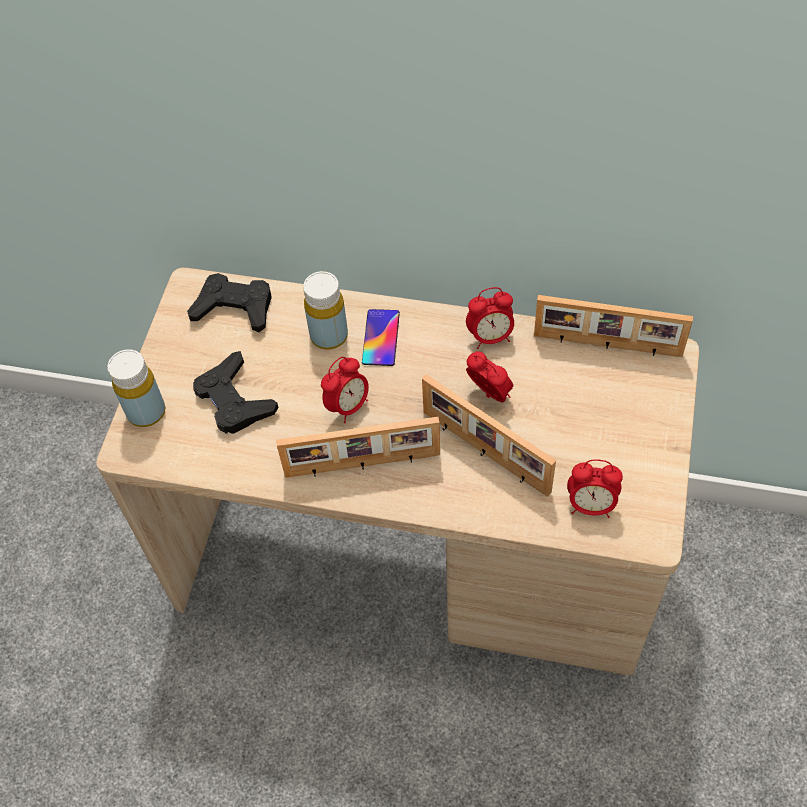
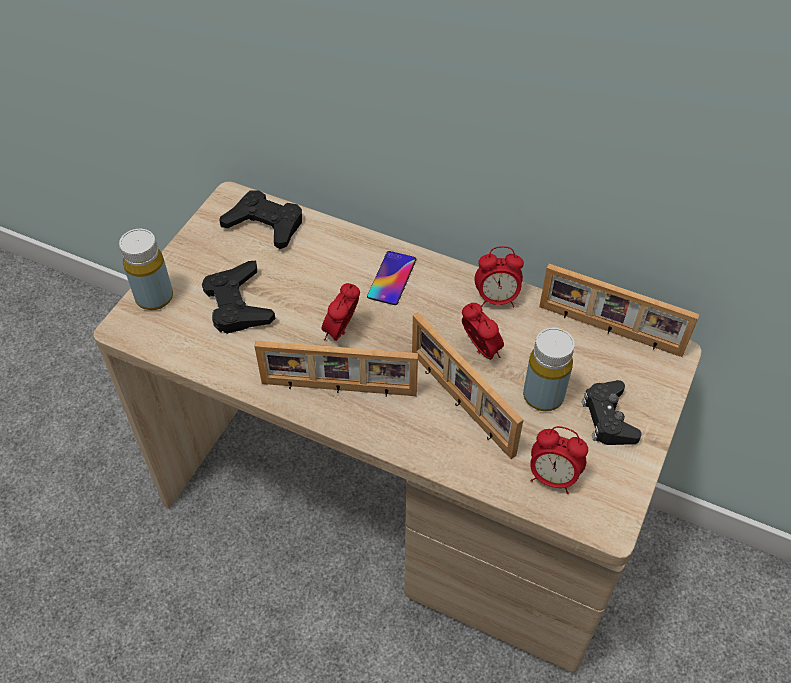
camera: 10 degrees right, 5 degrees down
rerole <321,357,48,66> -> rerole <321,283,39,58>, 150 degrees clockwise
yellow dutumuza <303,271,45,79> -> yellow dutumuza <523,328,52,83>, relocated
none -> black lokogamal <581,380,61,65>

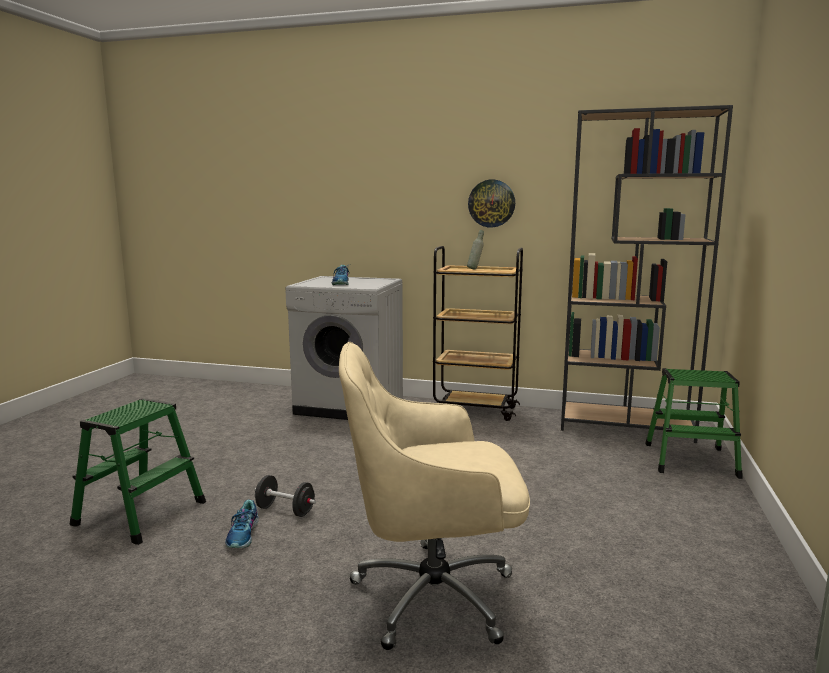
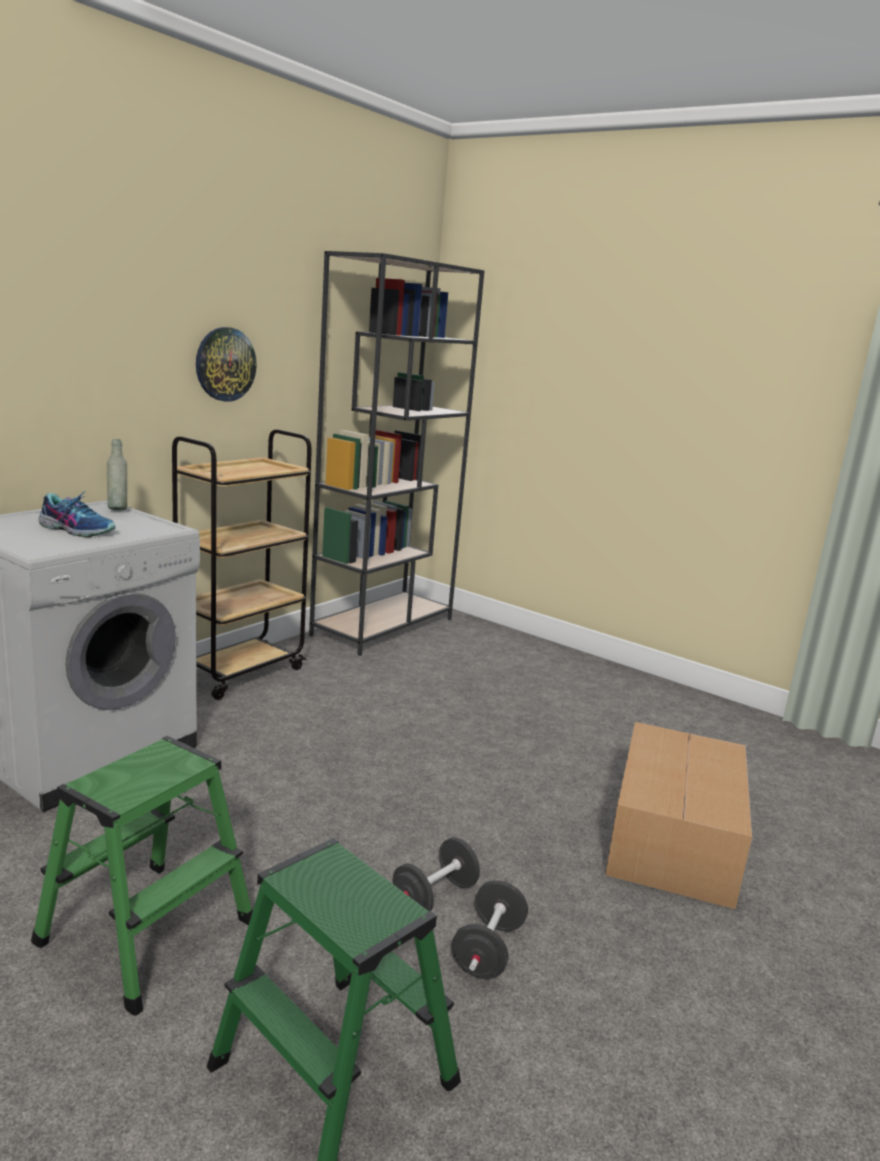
camera: 70 degrees left, 5 degrees up
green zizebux <645,368,98,111> -> green zizebux <31,736,222,280>, relocated
grey dutumuza <467,230,17,40> -> grey dutumuza <107,439,20,71>, relocated
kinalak <225,500,34,48> -> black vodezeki <451,880,77,99>
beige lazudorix <339,342,191,308> -> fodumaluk <605,722,147,187>

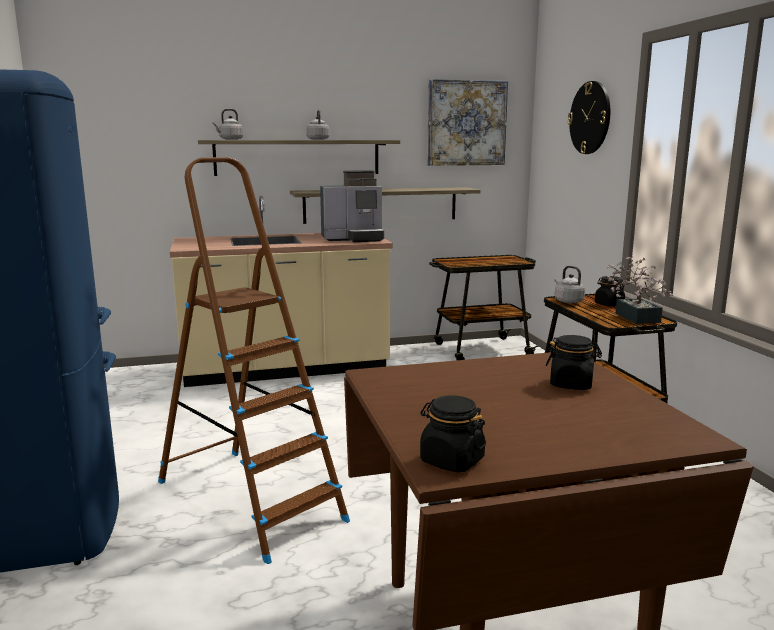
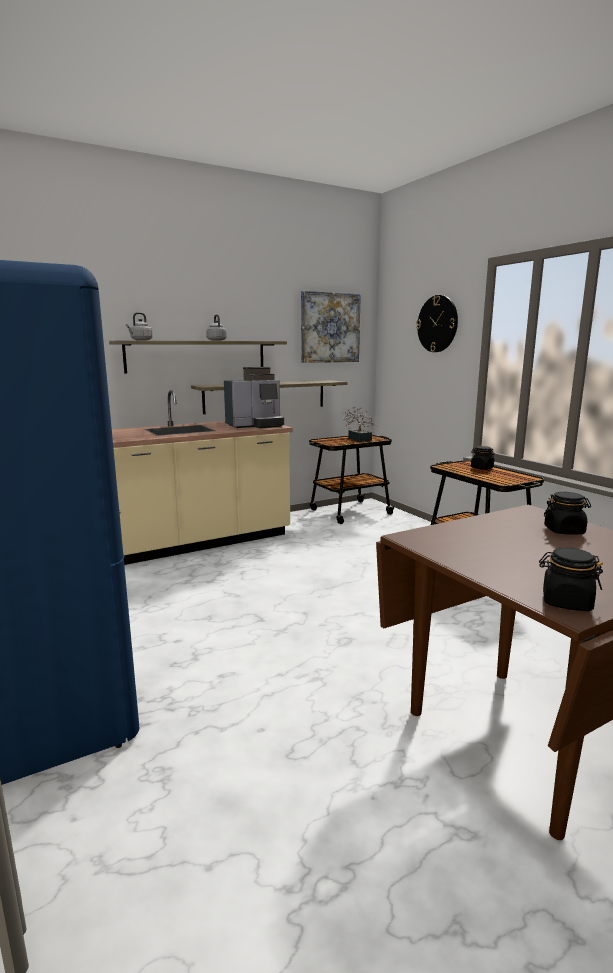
camera: 15 degrees left, 0 degrees up
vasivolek <607,256,66,68> -> vasivolek <343,406,34,36>, relocated
brown zizebux <158,157,192,407> -> none
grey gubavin <554,266,31,37> -> none

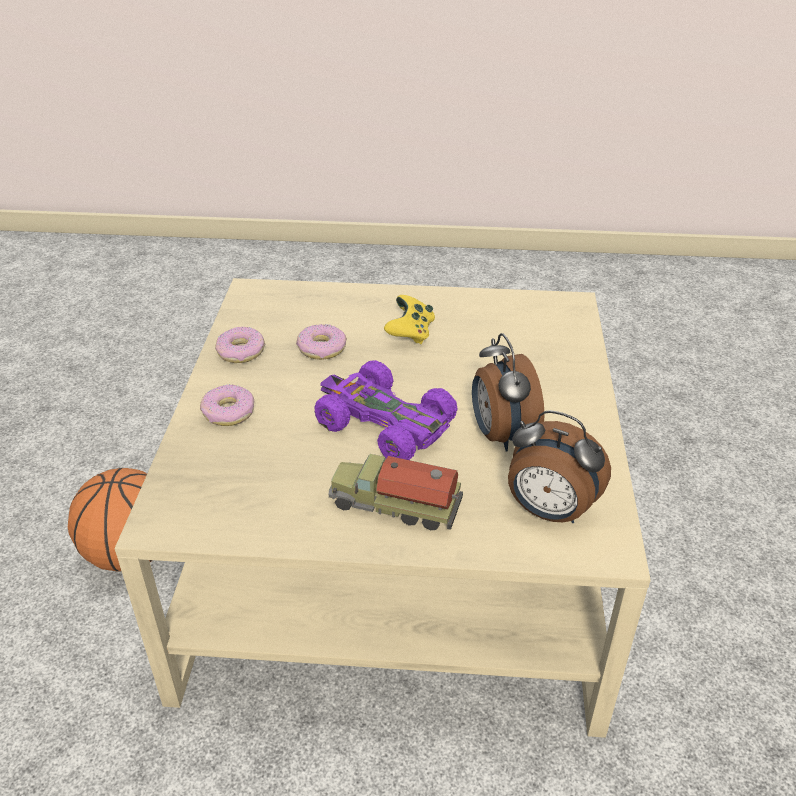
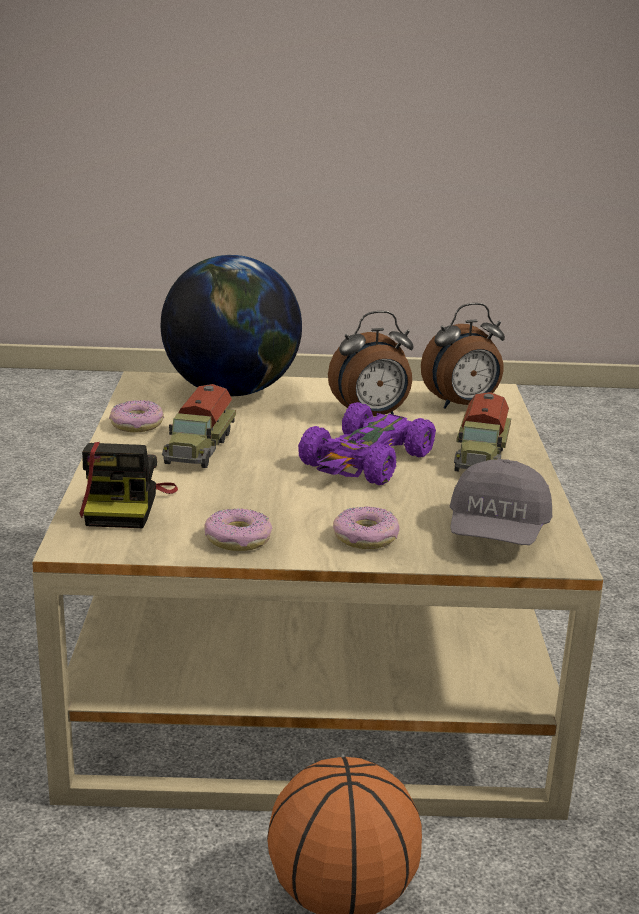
camera: 95 degrees left, 15 degrees down
none -> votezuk <79,442,99,86>
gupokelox <296,324,51,36> -> gupokelox <109,400,55,32>, relocated
none -> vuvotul <161,255,141,141>
yellow lokogamal <384,295,51,49> -> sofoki <162,384,74,84>
rerole <508,410,103,113> -> rerole <421,303,84,106>, 45 degrees clockwise
none -> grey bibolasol <450,459,103,86>

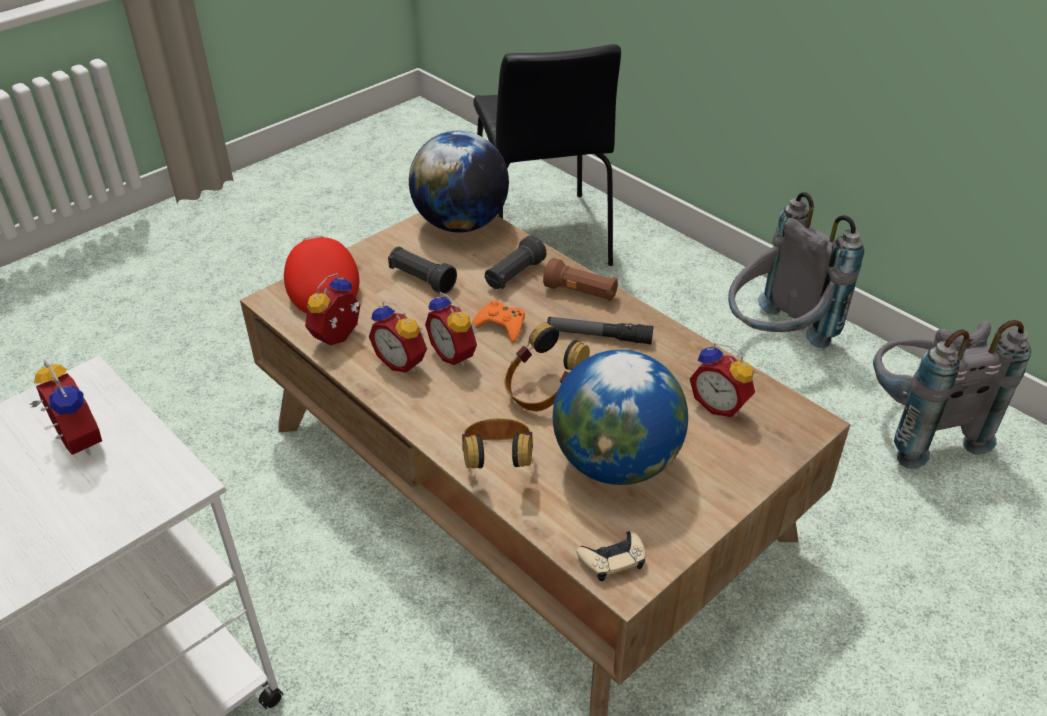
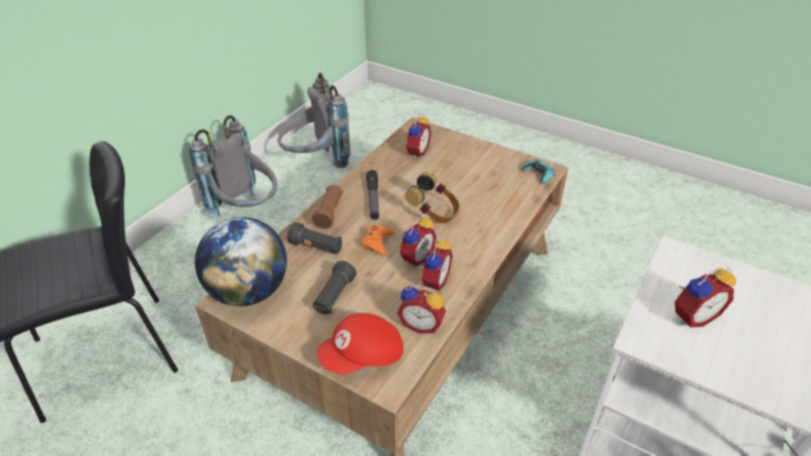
camera: 105 degrees left, 0 degrees up
beige lokogamal <577,531,68,50> -> turquoise lokogamal <522,159,33,25>
rerole <30,359,72,96> -> rerole <675,267,61,60>, 150 degrees counterclockwise
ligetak <462,418,71,50> -> none
vuvotul <553,350,135,135> -> none

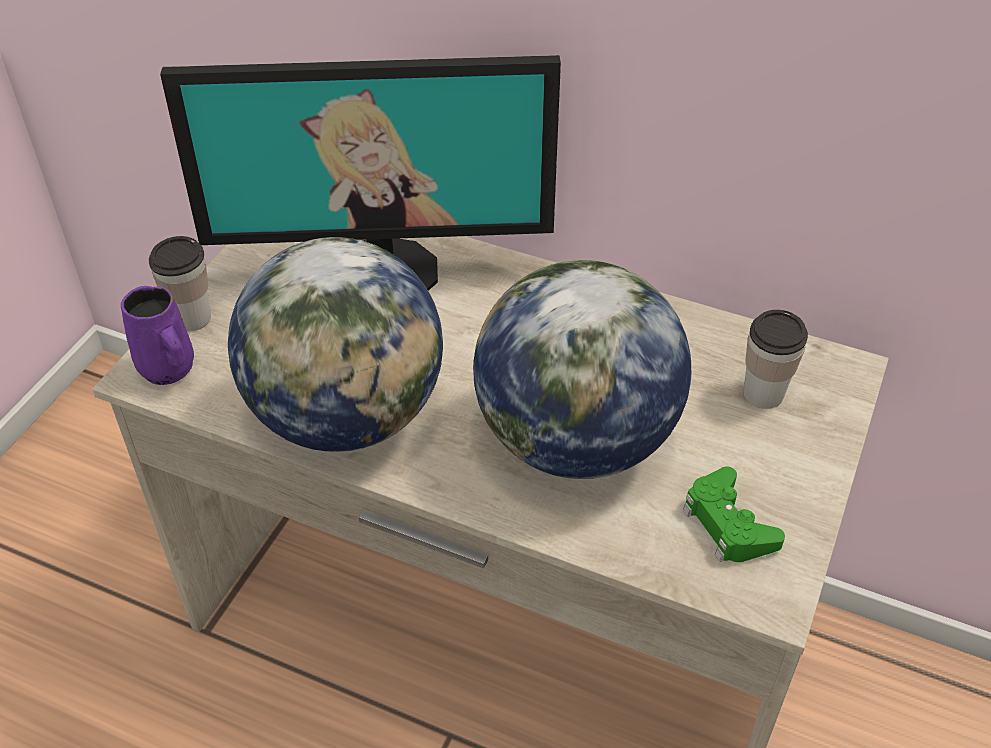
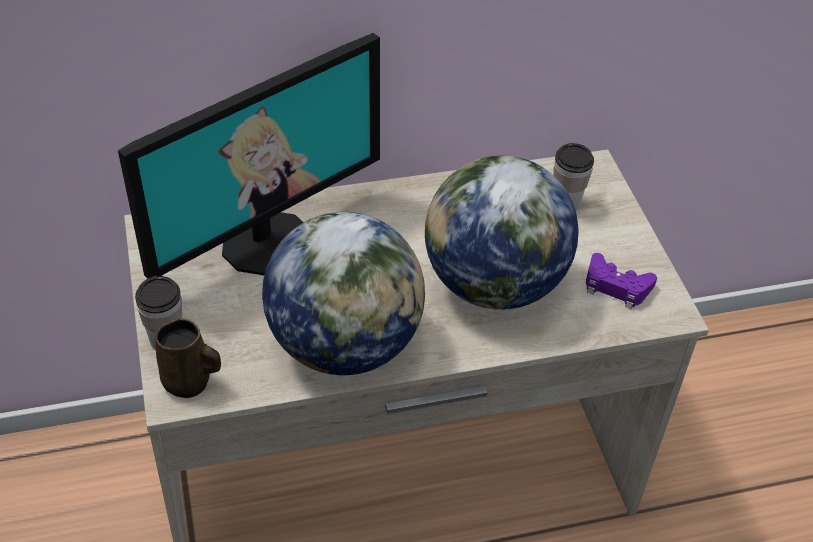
camera: 40 degrees left, 0 degrees up
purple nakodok <121,286,73,99> -> brown nakodok <155,318,66,80>
green lokogamal <683,466,102,96> -> purple lokogamal <586,253,71,56>

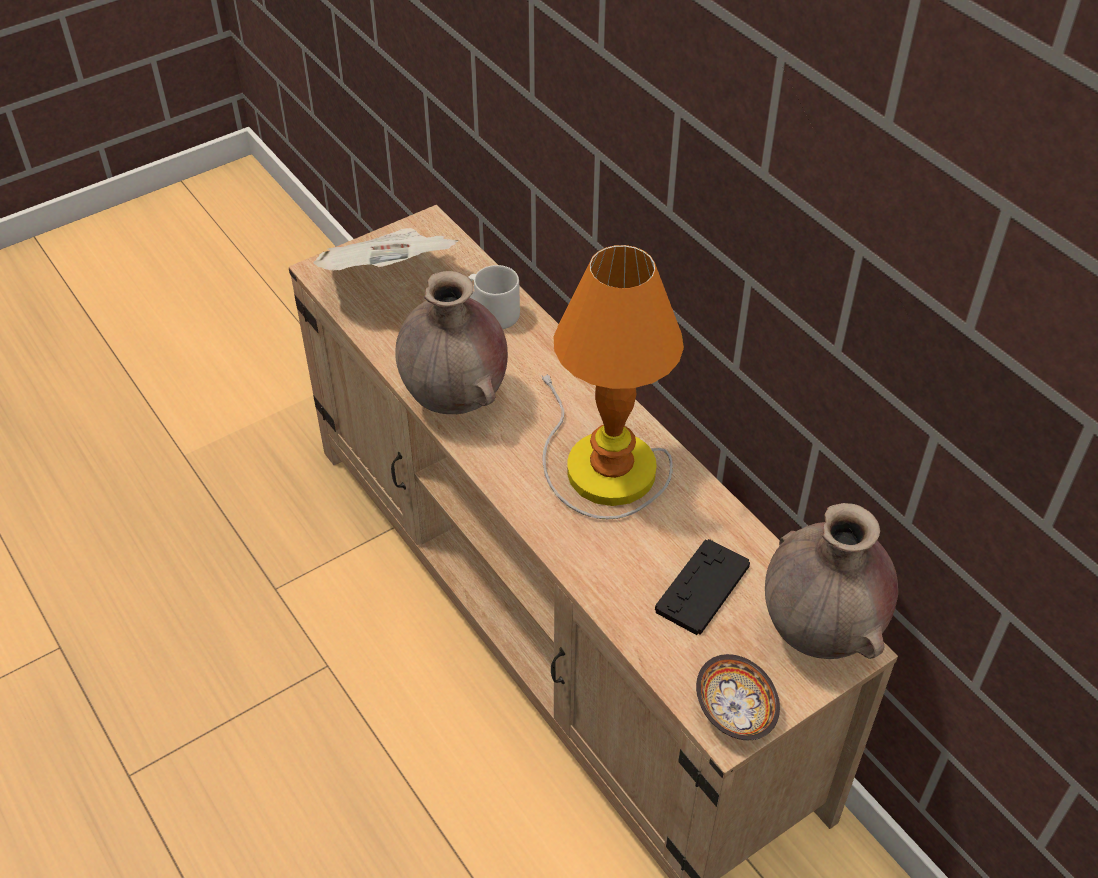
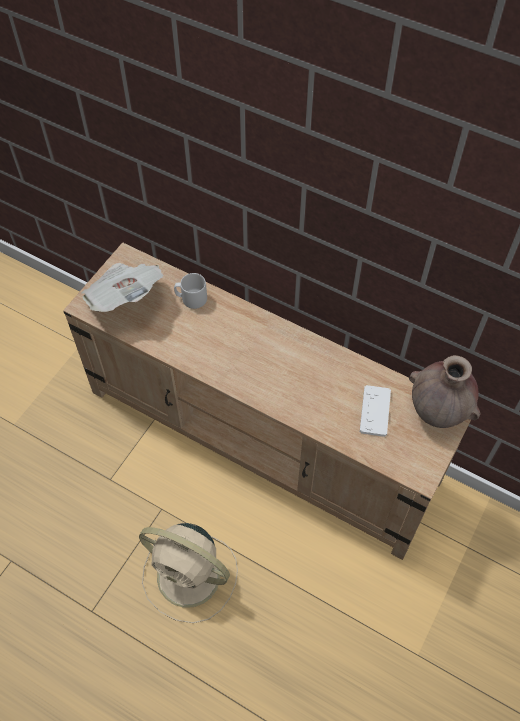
camera: 25 degrees left, 10 degrees up
none -> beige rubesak <139,523,99,100>
black lokogamal <655,539,95,96> -> white lokogamal <360,385,31,52>
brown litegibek <395,271,113,143> -> none
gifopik <542,245,142,274> -> none
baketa <696,654,84,86> -> none

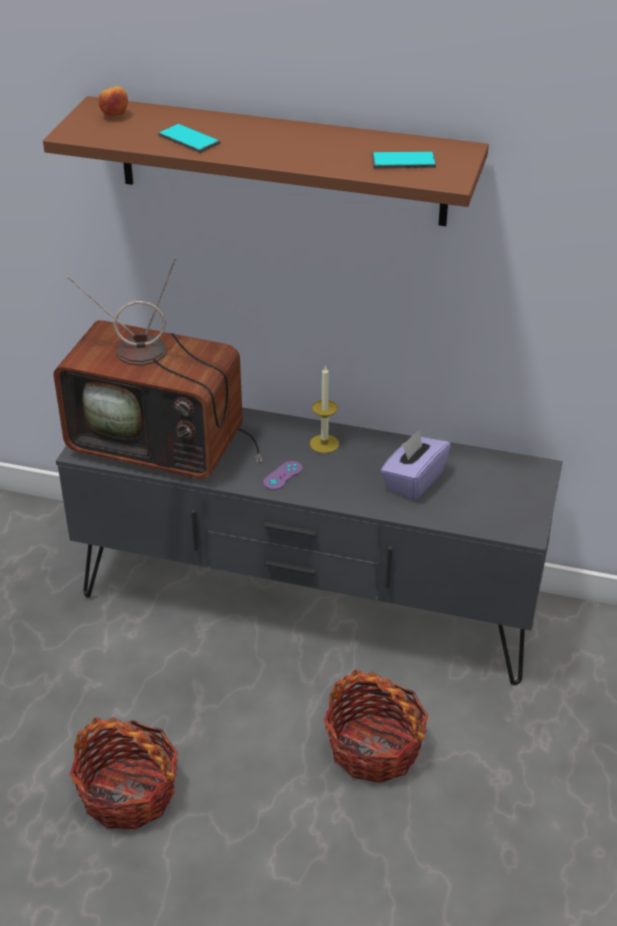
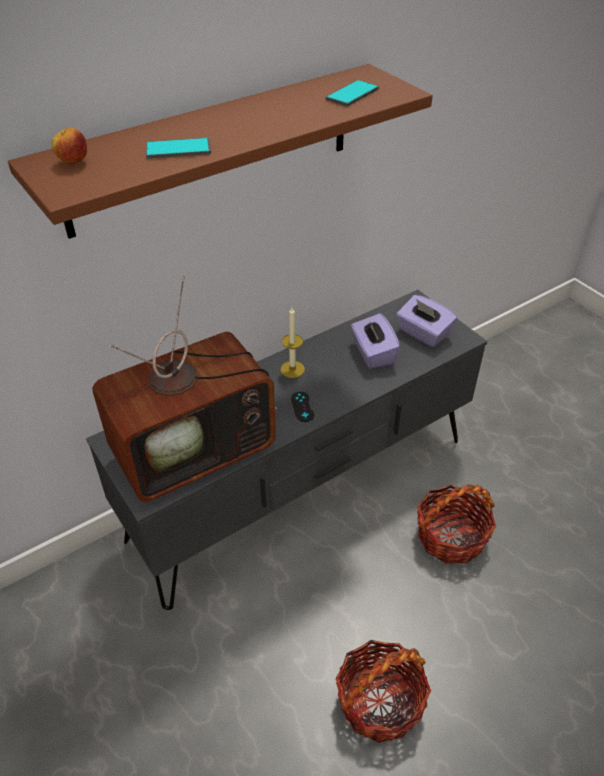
camera: 50 degrees left, 5 degrees up
purple lokogamal <263,461,40,29> -> black lokogamal <291,392,23,30>
none -> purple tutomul <396,295,61,52>

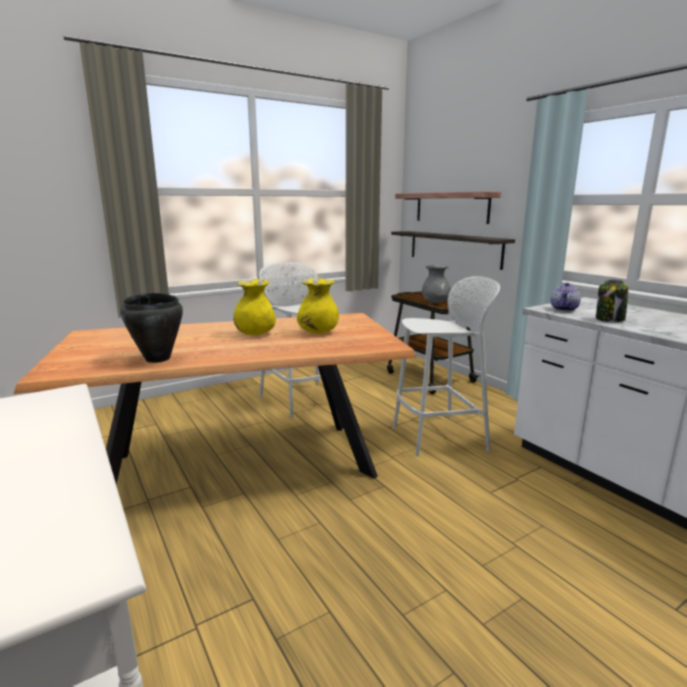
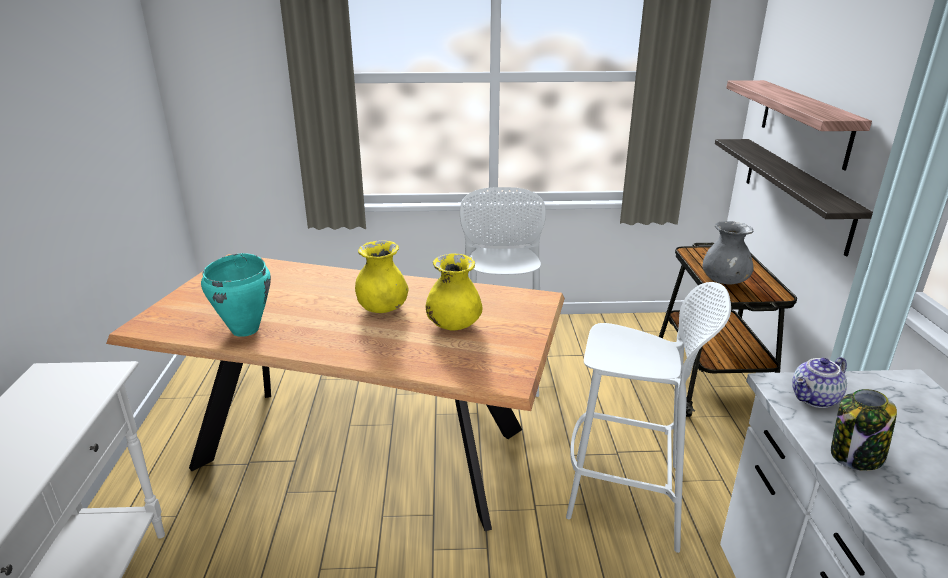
camera: 30 degrees right, 10 degrees up
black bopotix <120,293,63,70> -> turquoise bopotix <201,253,70,84>

